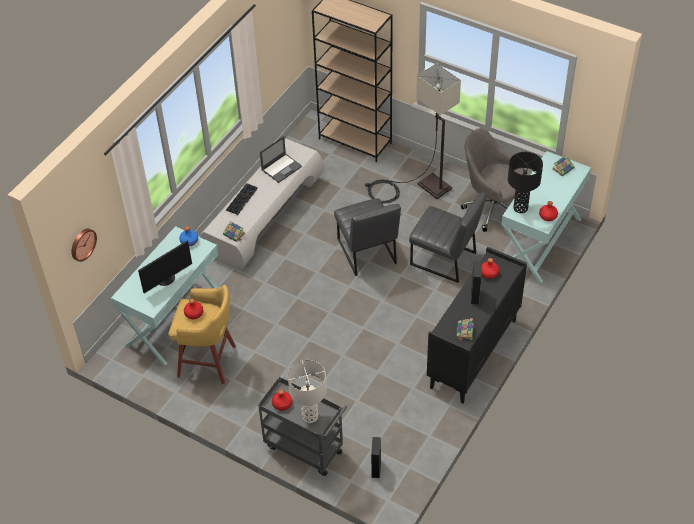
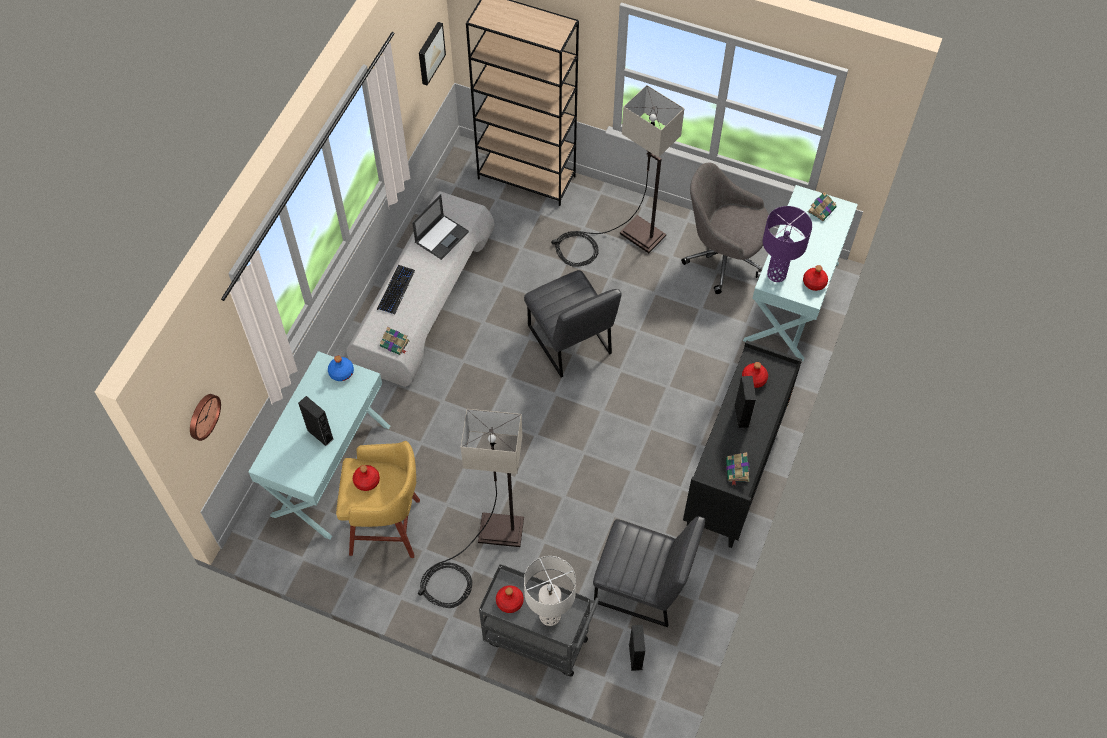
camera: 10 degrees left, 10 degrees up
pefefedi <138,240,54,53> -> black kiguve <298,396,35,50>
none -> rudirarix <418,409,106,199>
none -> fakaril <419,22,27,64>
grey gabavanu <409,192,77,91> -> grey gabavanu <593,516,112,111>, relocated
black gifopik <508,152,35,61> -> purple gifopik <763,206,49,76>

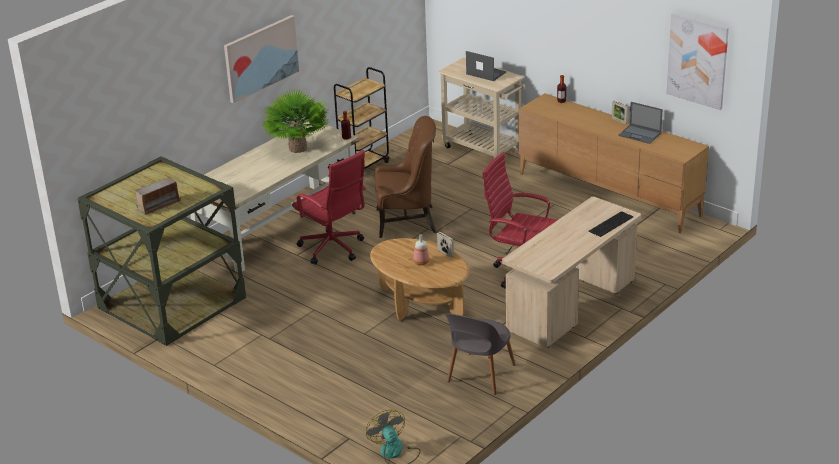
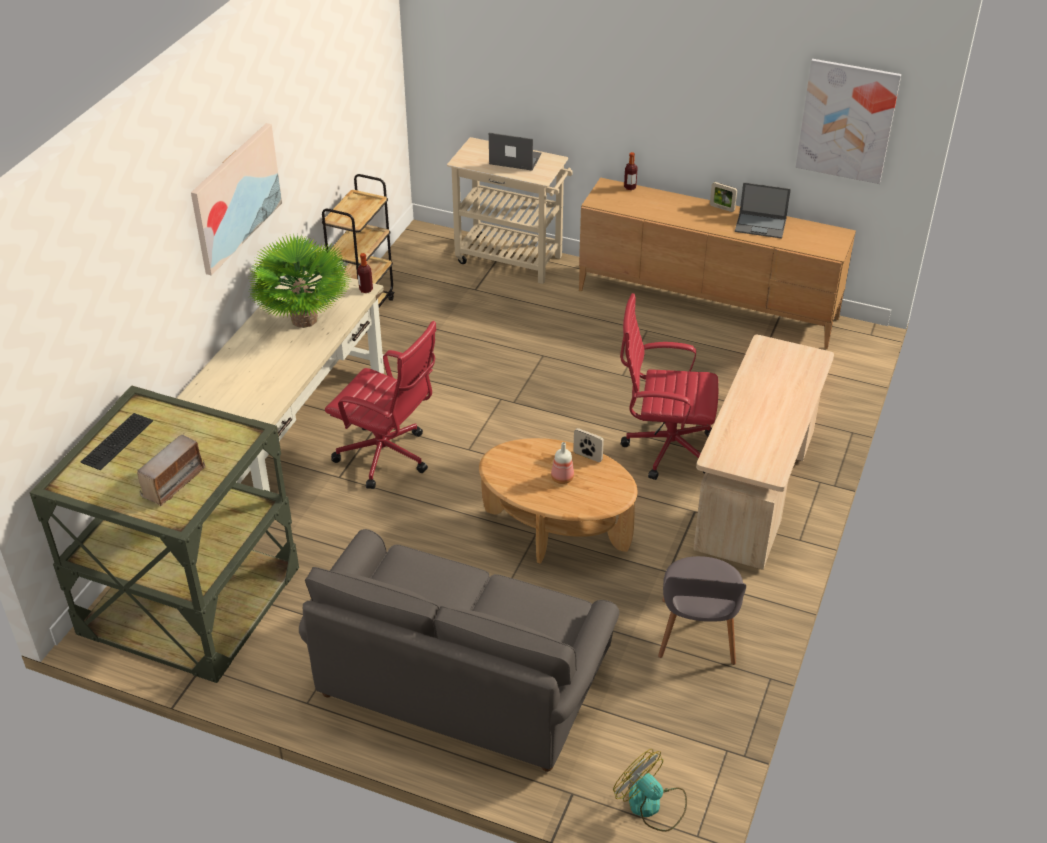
camera: 20 degrees left, 10 degrees up
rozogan <588,211,46,26> -> rozogan <81,413,72,57>, relocated
none -> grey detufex <299,529,320,243>
brown gabavanu <375,116,62,122> -> none

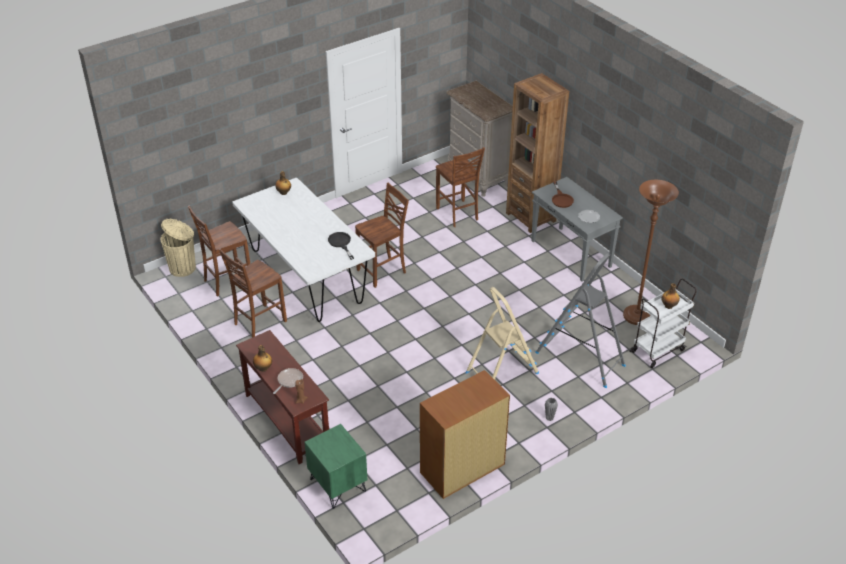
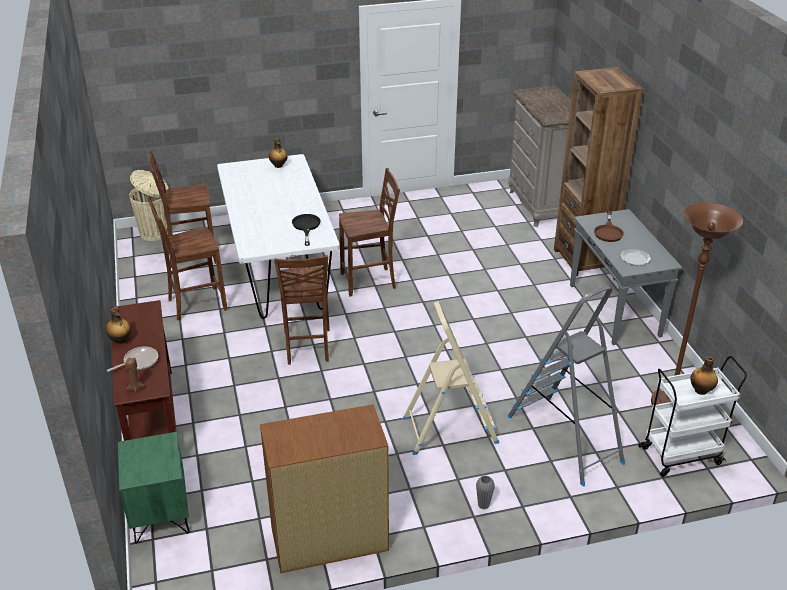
camera: 20 degrees right, 5 degrees down
brown gabavanu <436,147,49,80> -> brown gabavanu <274,255,56,110>, relocated

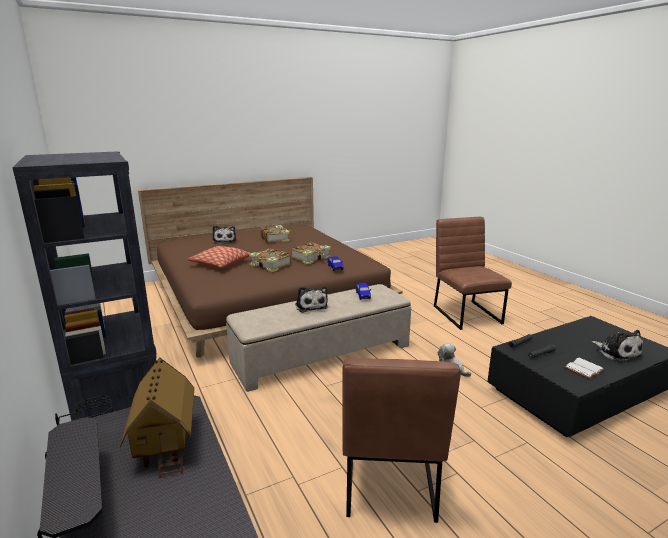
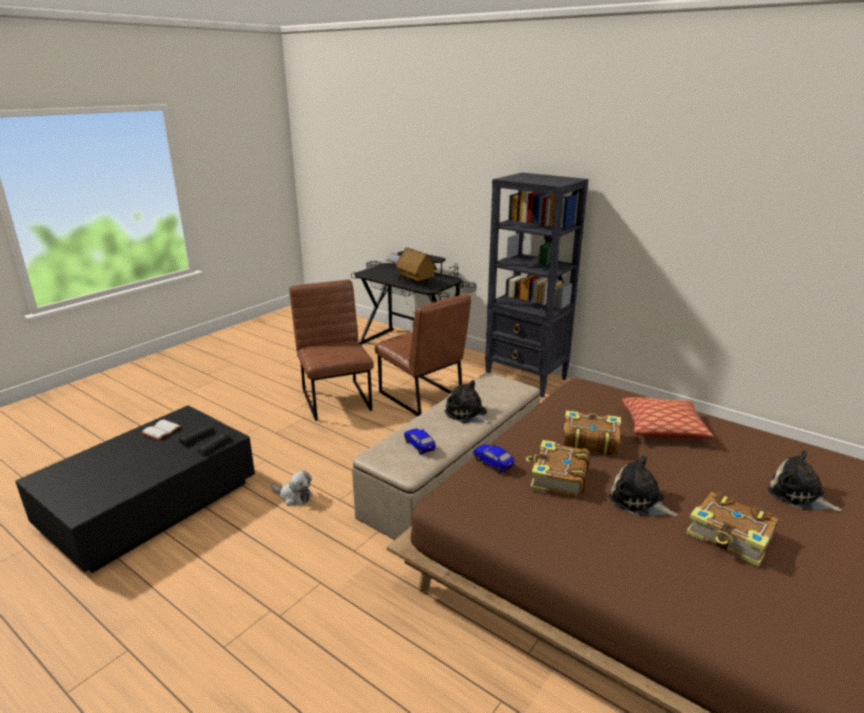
camera: 155 degrees right, 5 degrees up
brown gabavanu <434,216,78,114> -> brown gabavanu <375,294,96,122>, relocated
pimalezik <591,330,52,32> -> pimalezik <609,455,69,61>, relocated

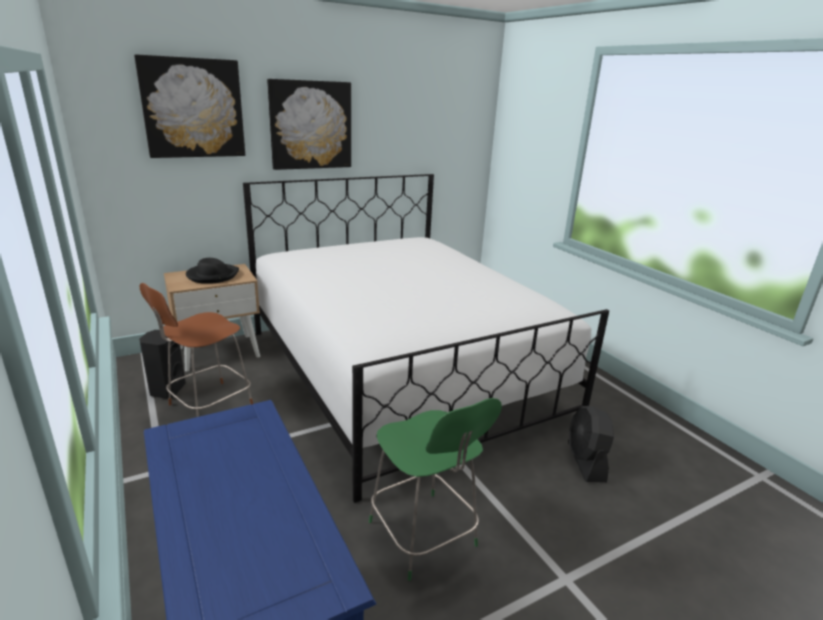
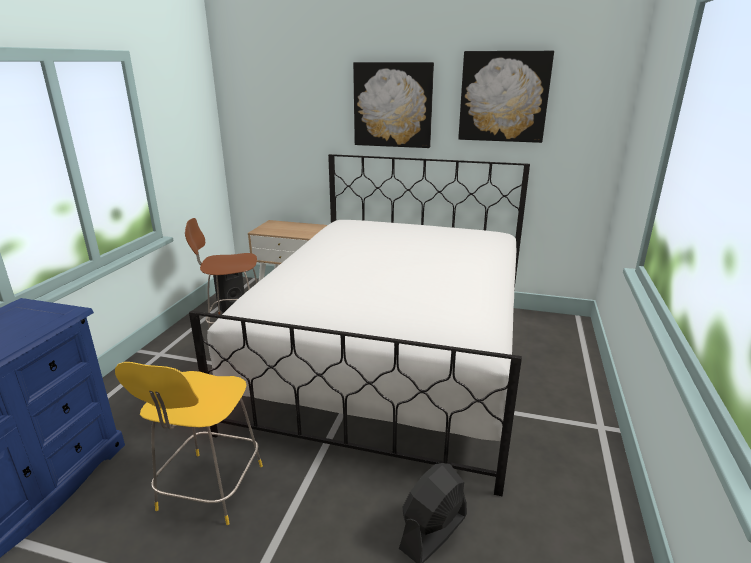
camera: 45 degrees right, 0 degrees up
green gabavanu <369,398,133,183> -> yellow gabavanu <115,362,148,163>
fakaril <134,54,111,104> -> fakaril <458,51,96,92>, relocated
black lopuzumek <186,258,53,26> -> none

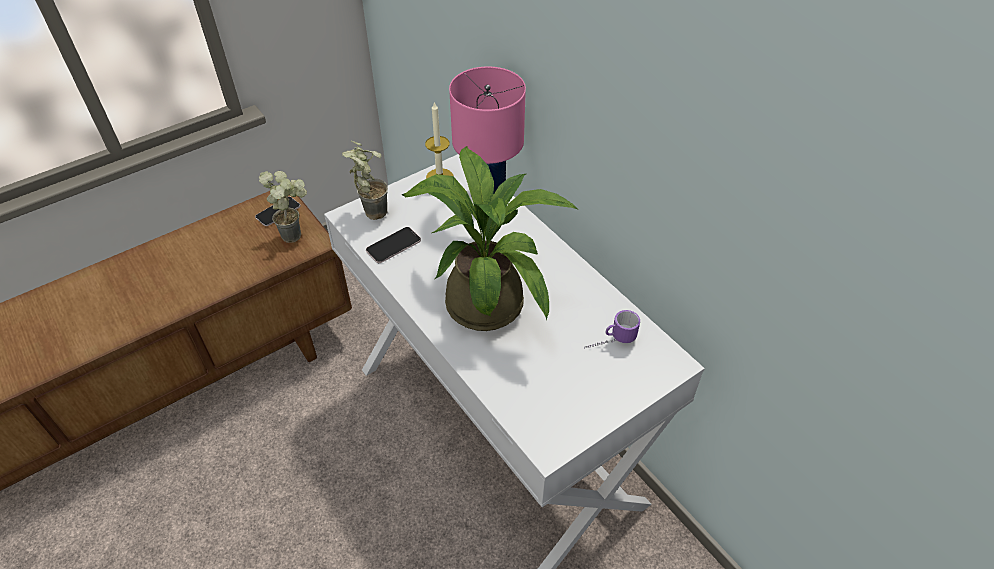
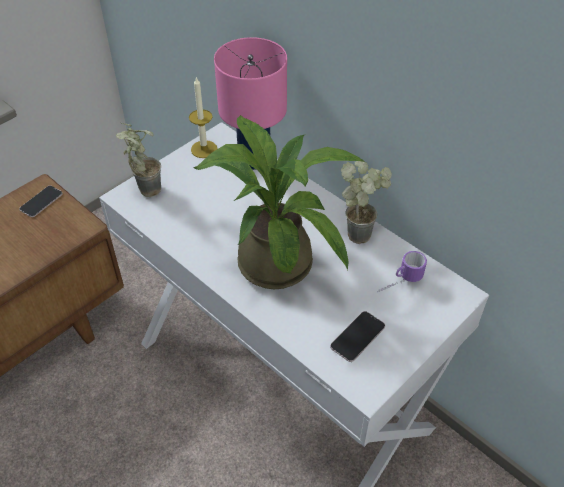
camera: 10 degrees left, 0 degrees up
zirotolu <366,227,55,36> -> zirotolu <330,311,55,51>, relocated
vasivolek <259,171,48,72> -> vasivolek <341,161,51,83>, relocated

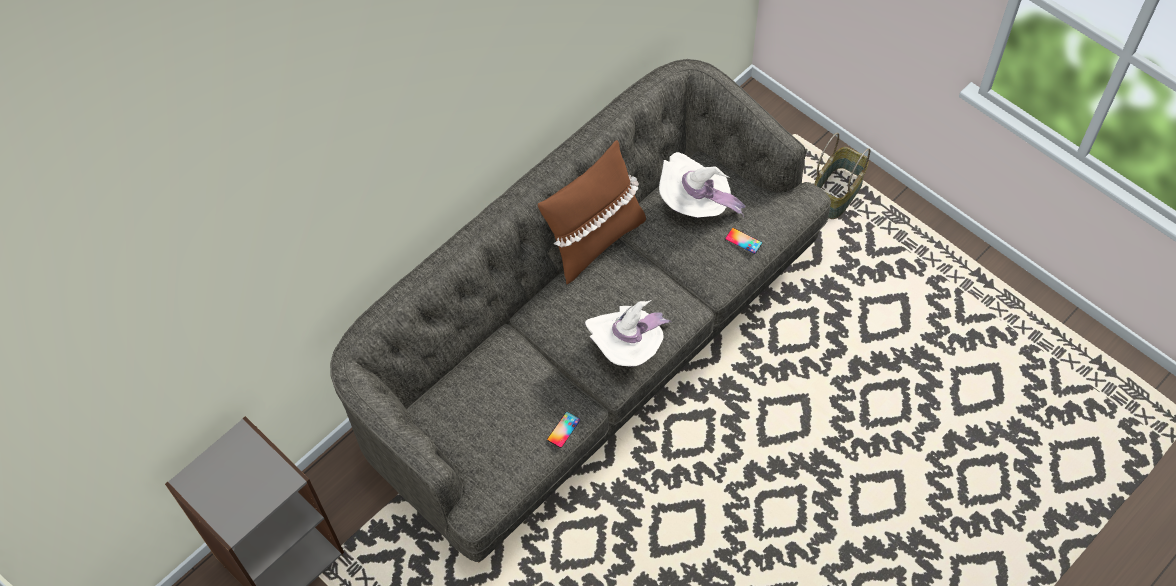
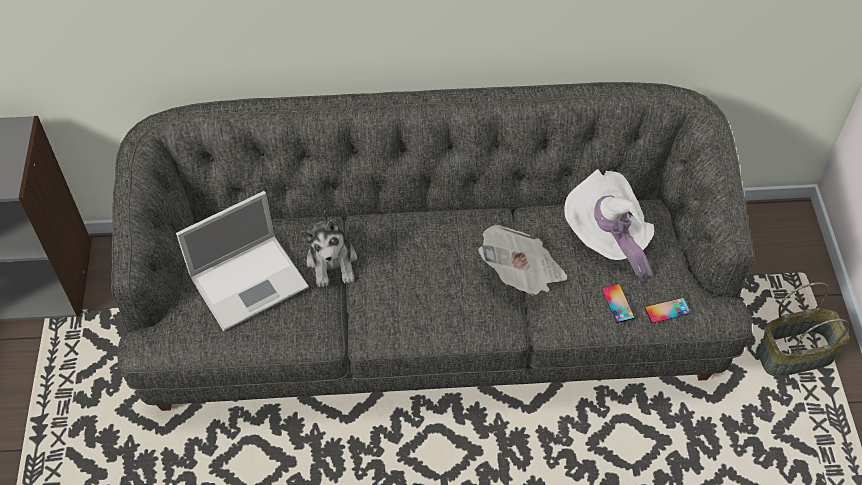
camera: 40 degrees right, 5 degrees down
none -> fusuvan <176,191,133,140>
none -> pimalezik <301,210,56,78>
none -> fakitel <478,225,89,71>
zirotolu <547,412,33,36> -> zirotolu <645,297,46,26>, relocated
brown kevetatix <538,140,108,144> -> none
white lopuzumek <585,300,87,66> -> none

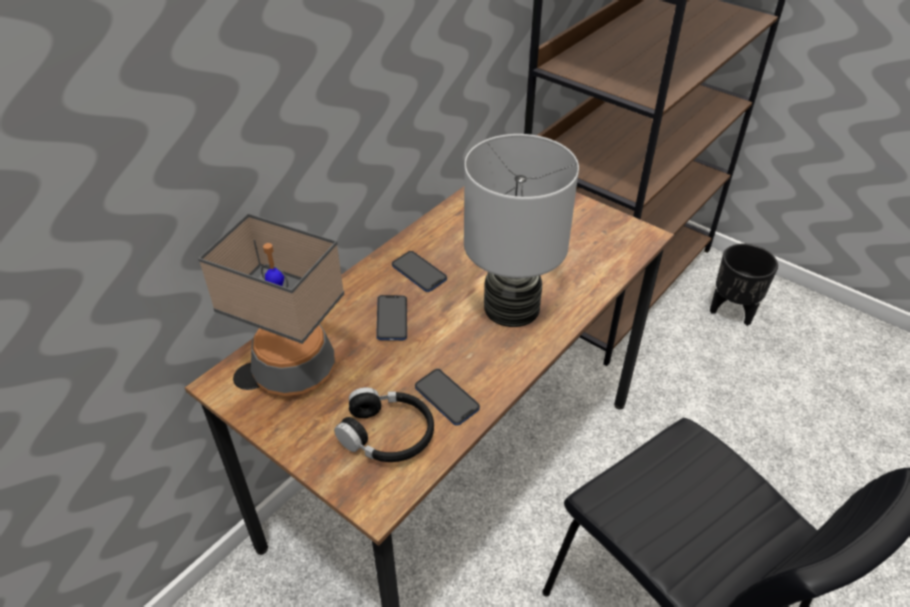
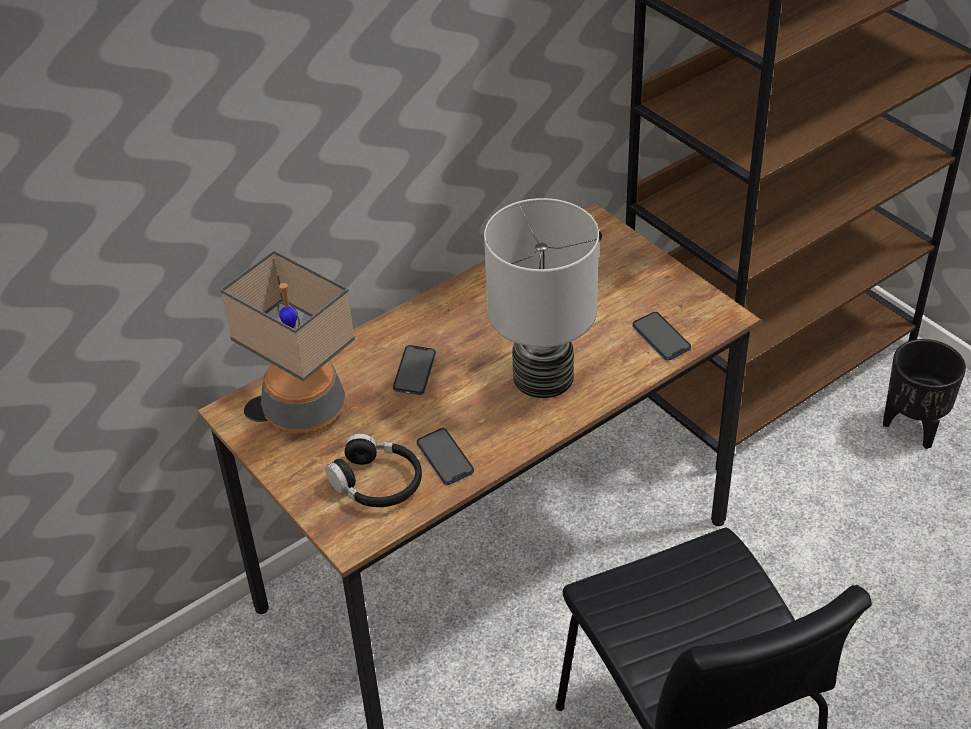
camera: 15 degrees right, 0 degrees up
zirotolu <392,251,55,41> -> zirotolu <632,312,59,48>, relocated

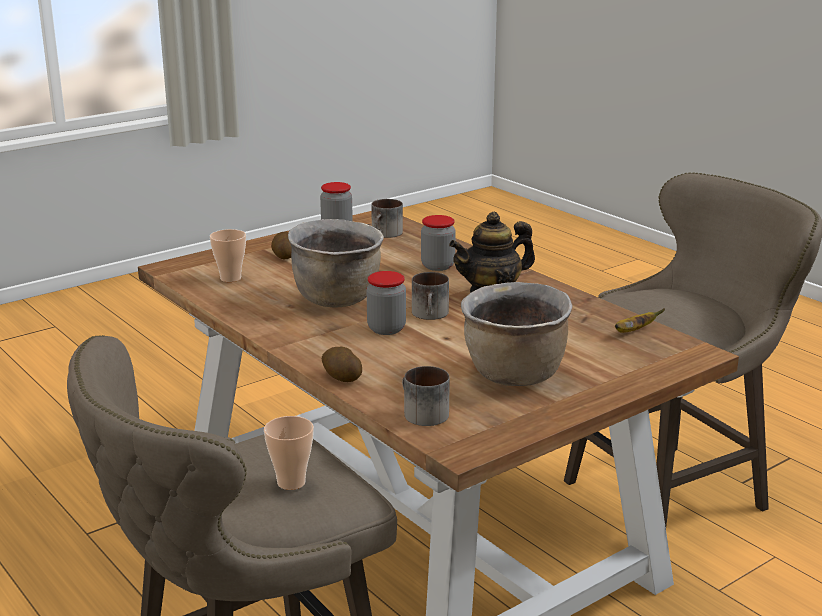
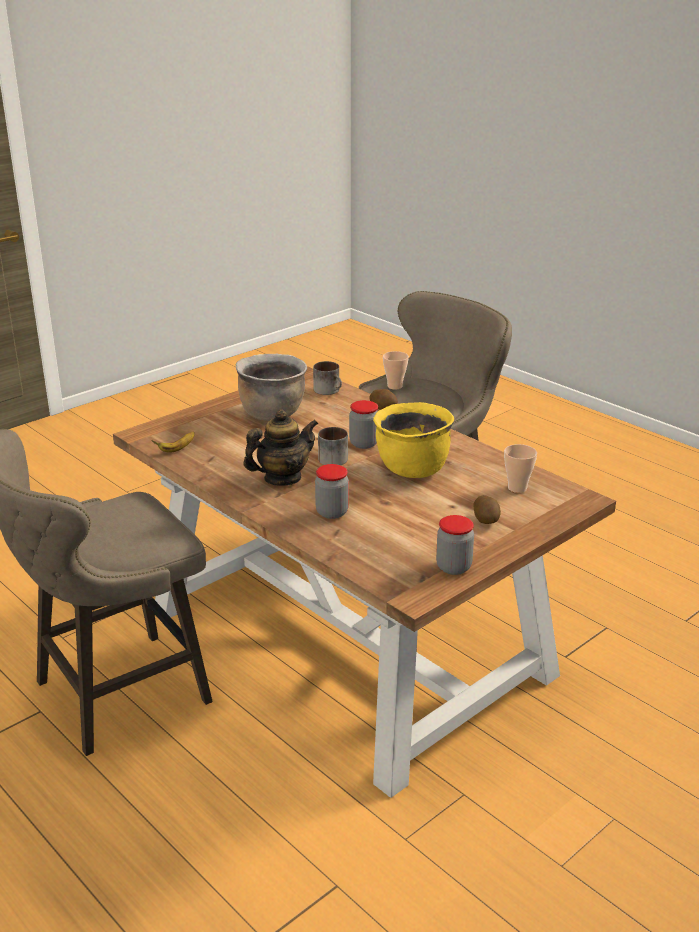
camera: 175 degrees right, 5 degrees up
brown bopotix <288,219,96,88> -> yellow bopotix <373,402,81,76>
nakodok <371,199,32,39> -> none

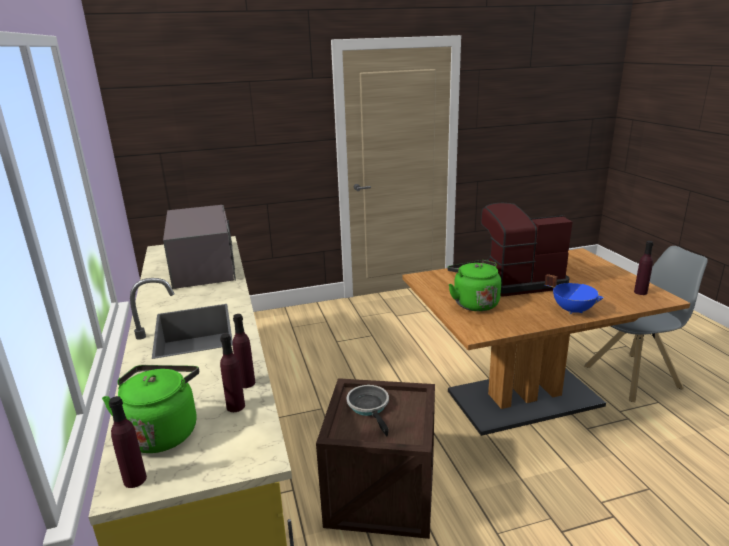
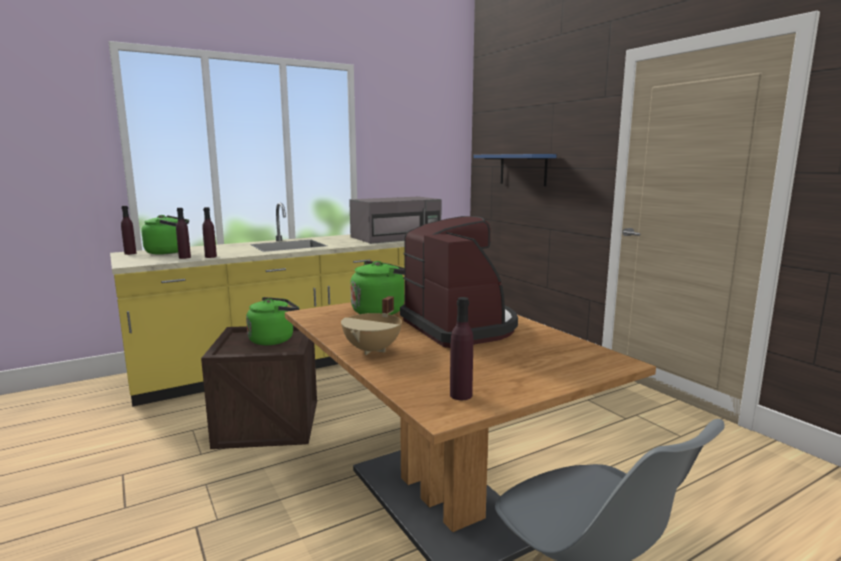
camera: 75 degrees right, 10 degrees down
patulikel <347,385,42,52> -> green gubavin <246,297,53,48>
blue bopotix <545,274,59,41> -> beige bopotix <341,296,61,59>
none -> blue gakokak <474,154,83,32>

